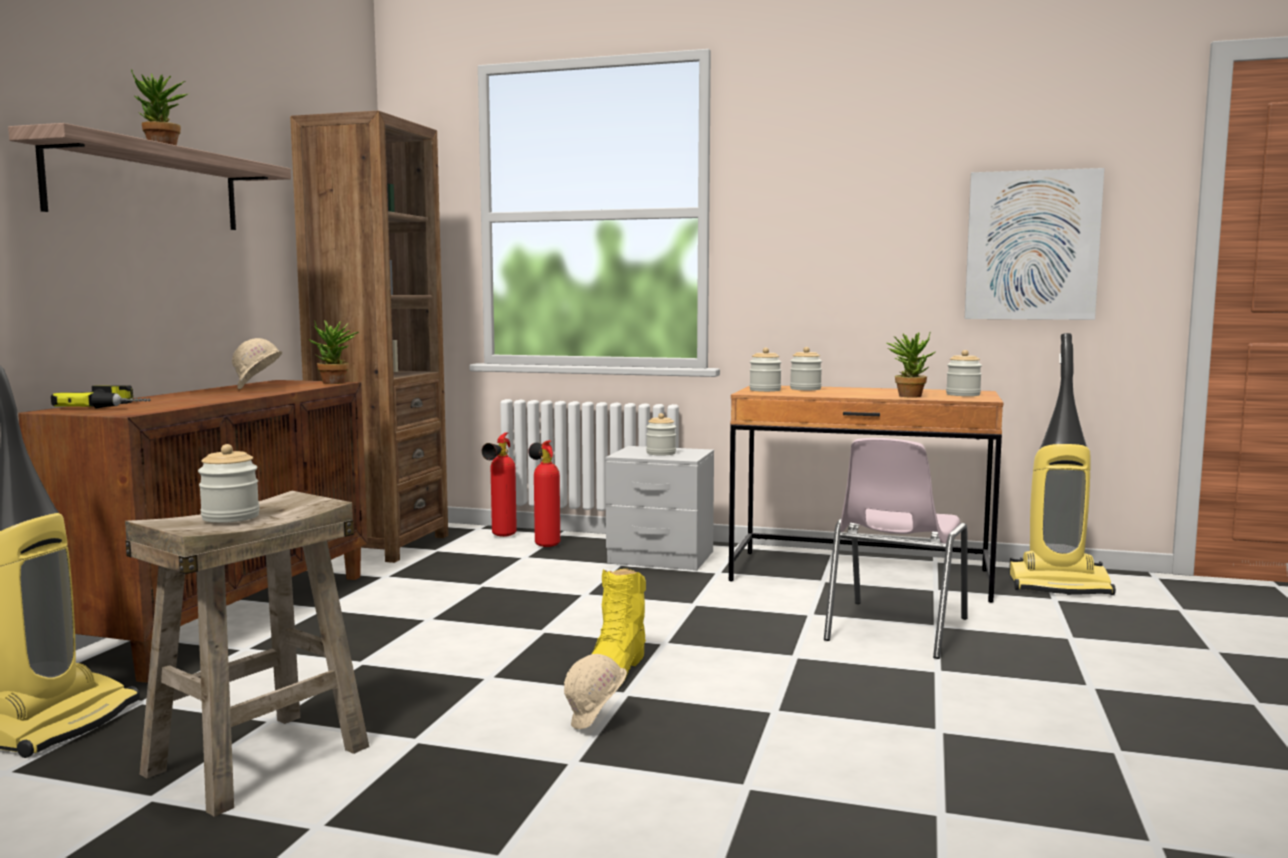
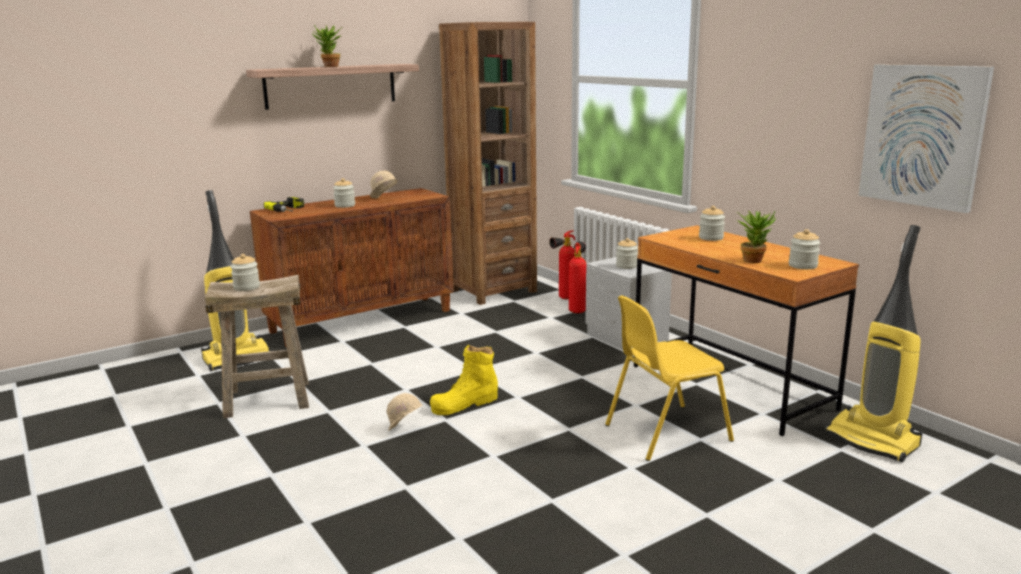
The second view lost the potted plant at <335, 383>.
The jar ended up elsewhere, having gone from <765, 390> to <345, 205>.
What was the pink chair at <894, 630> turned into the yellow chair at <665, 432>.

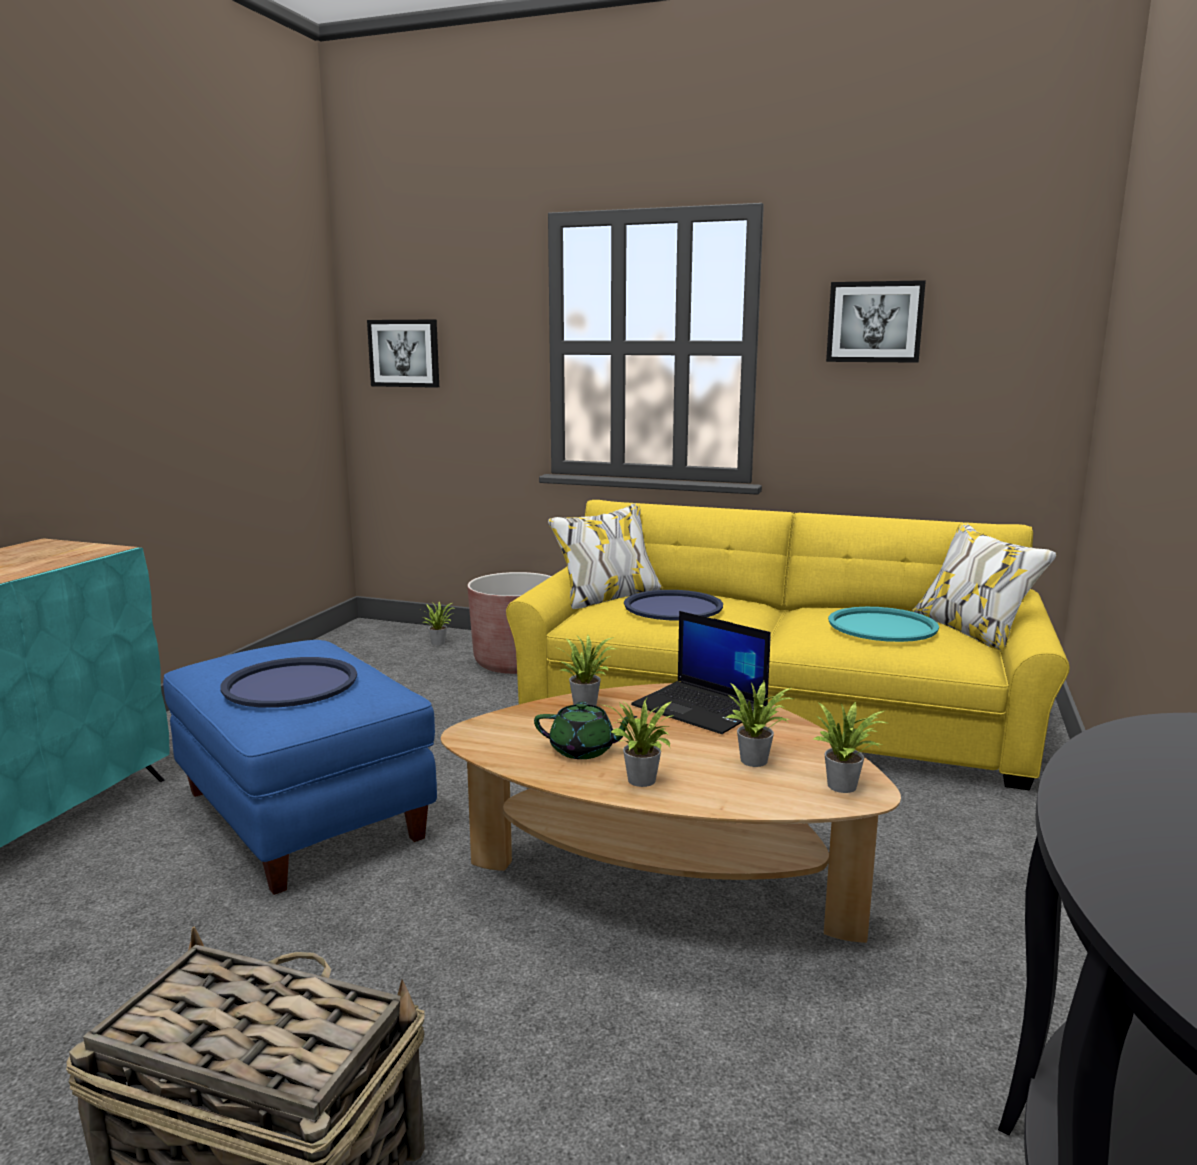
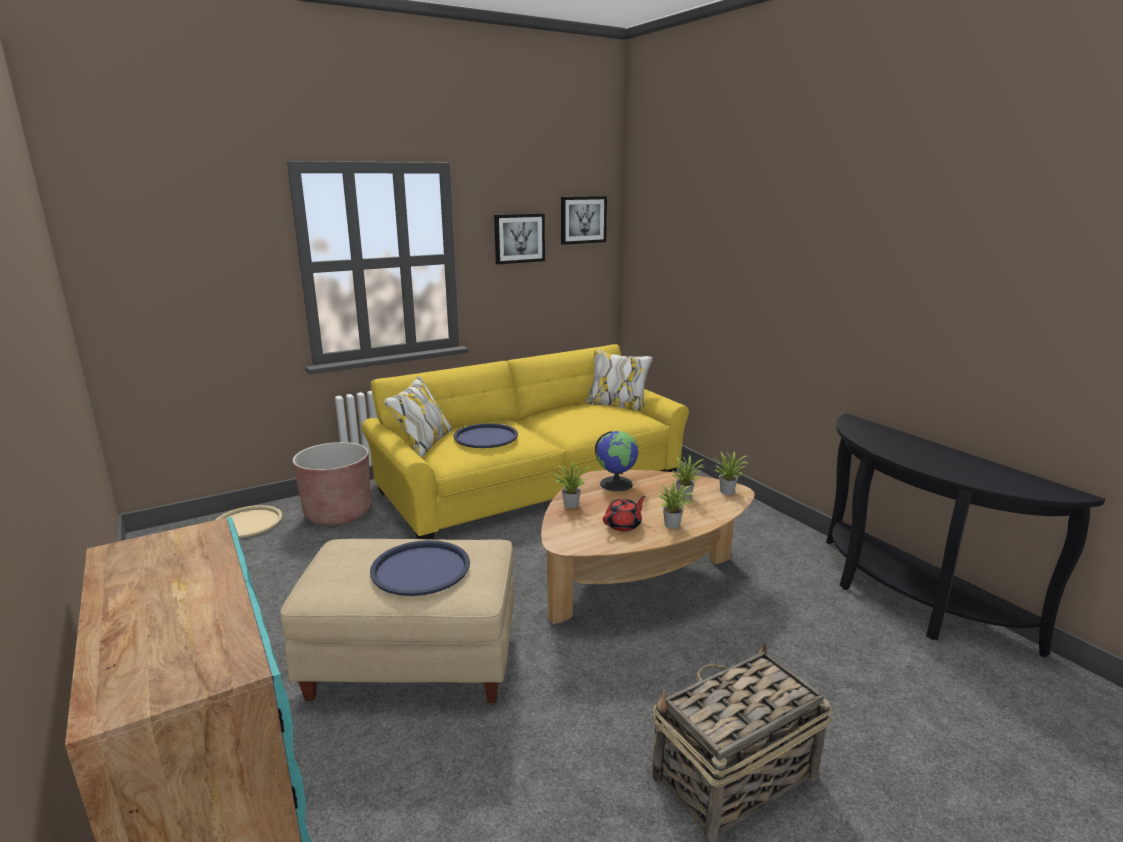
What was the blue ottoman at <300, 815> turned into the beige ottoman at <413, 663>.
The picture ended up elsewhere, having gone from <404, 353> to <582, 220>.
Where the potted plant stood at <439, 642>, the beige tray came to stand at <247, 523>.
What was the green teapot at <583, 750> turned into the red teapot at <623, 525>.
Where the laptop stood at <702, 708>, the globe came to stand at <616, 484>.
The second view lost the turquoise tray at <882, 626>.

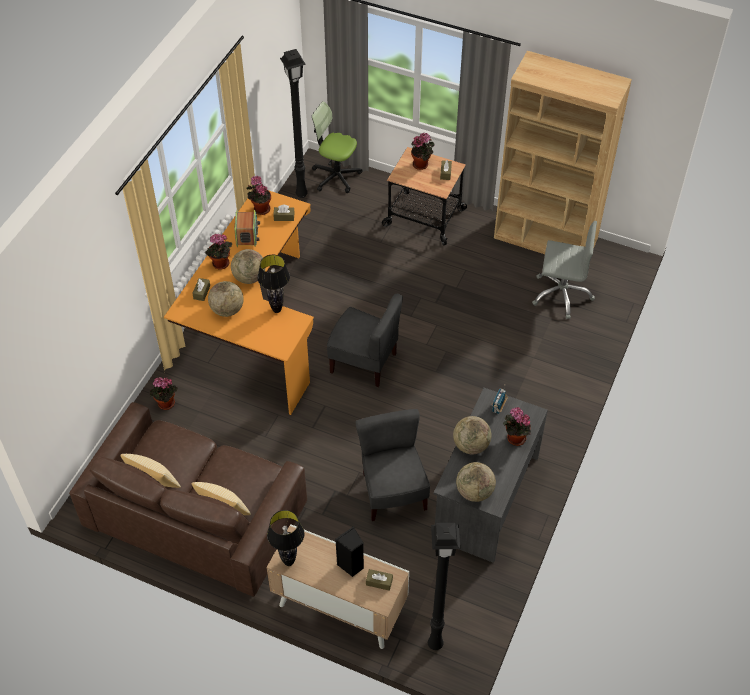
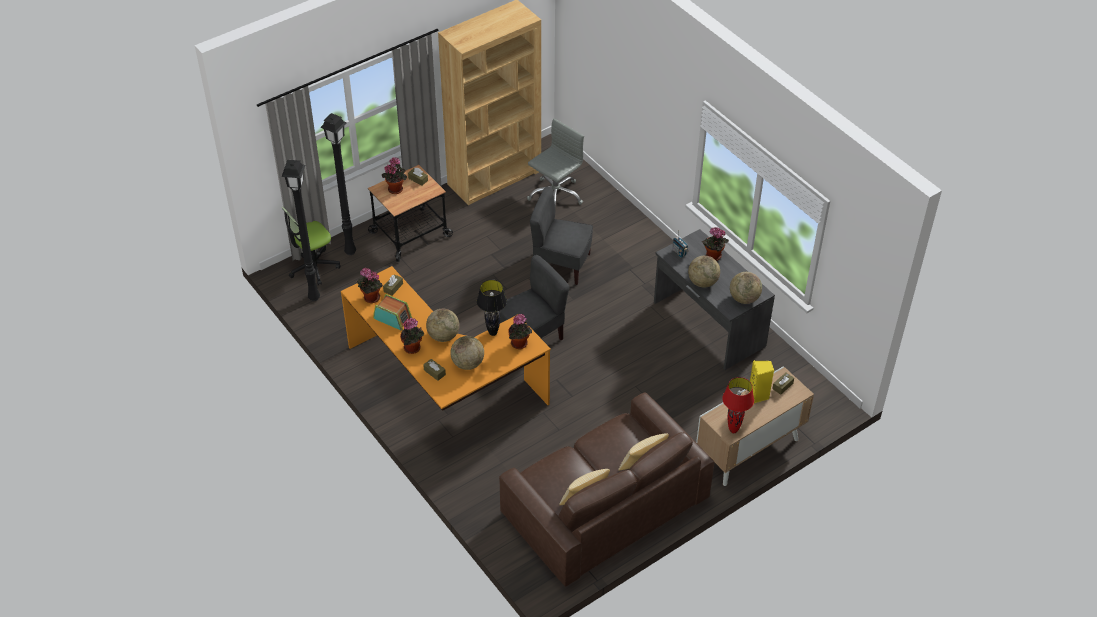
The potted plant ended up elsewhere, having gone from <165, 404> to <520, 344>.
What was the black table lamp at <289, 562> turned into the red table lamp at <733, 430>.
What was the black speaker at <351, 565> turned into the yellow speaker at <758, 395>.
The grey chair ended up elsewhere, having gone from <392, 492> to <561, 264>.
The black floor lamp ended up elsewhere, having gone from <434, 645> to <350, 252>.

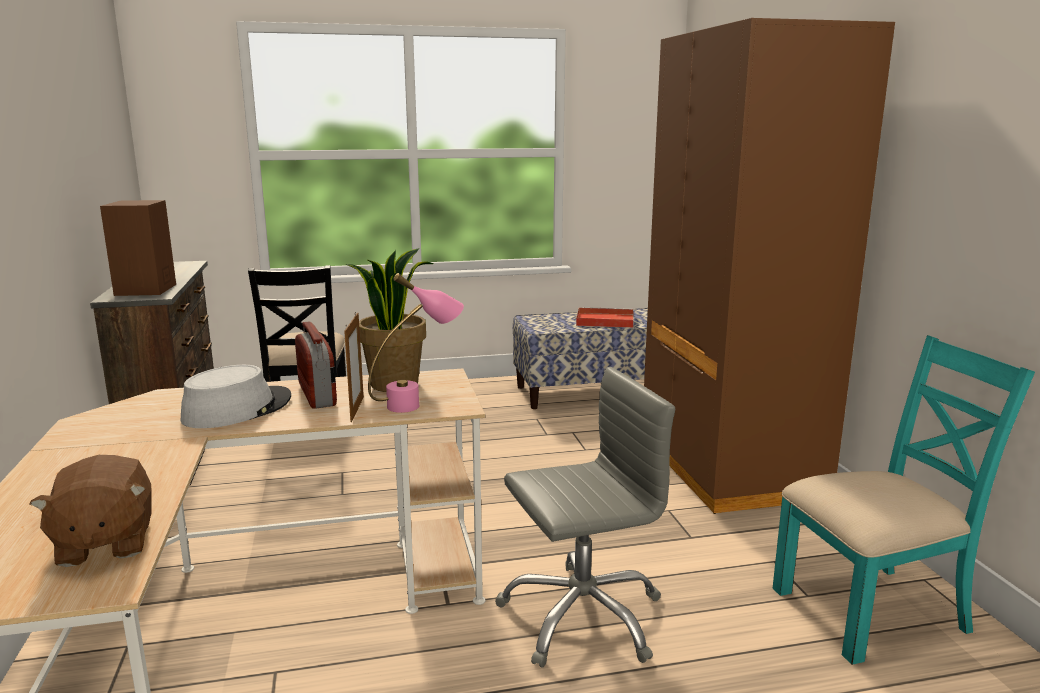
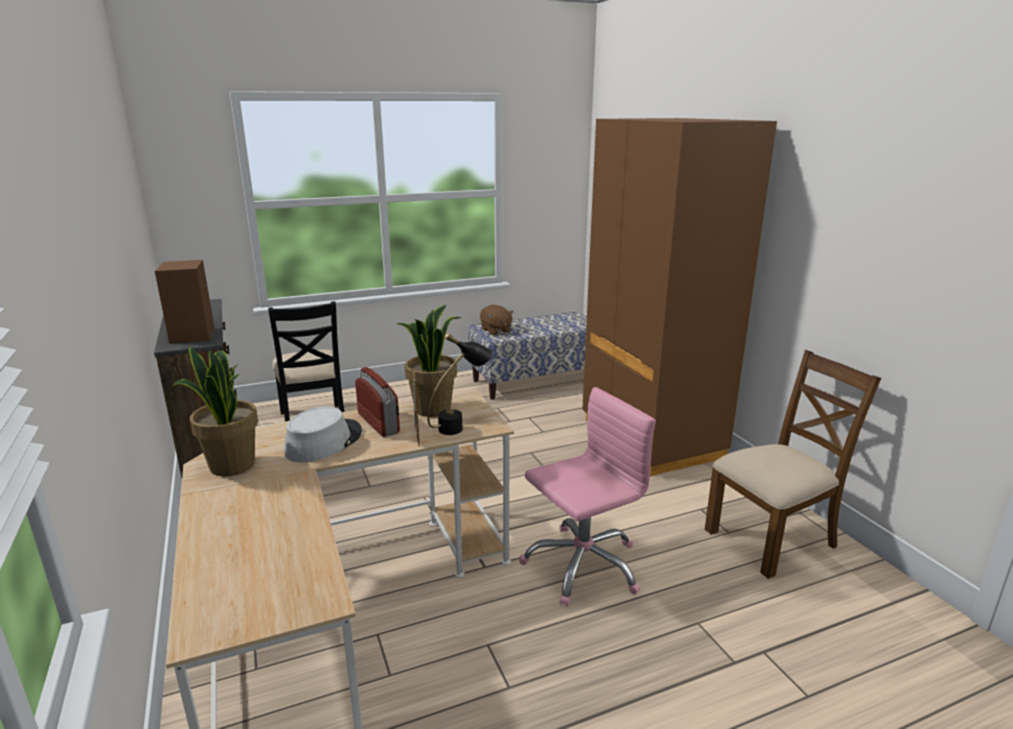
The brown plush toy ended up elsewhere, having gone from <104, 544> to <495, 330>.
What was the pink table lamp at <418, 403> turned into the black table lamp at <460, 426>.
What was the grey office chair at <581, 616> turned into the pink office chair at <582, 565>.
The second view lost the red tray at <603, 321>.
What was the turquoise chair at <872, 610> turned into the brown chair at <772, 538>.
The second view gained the potted plant at <231, 465>.

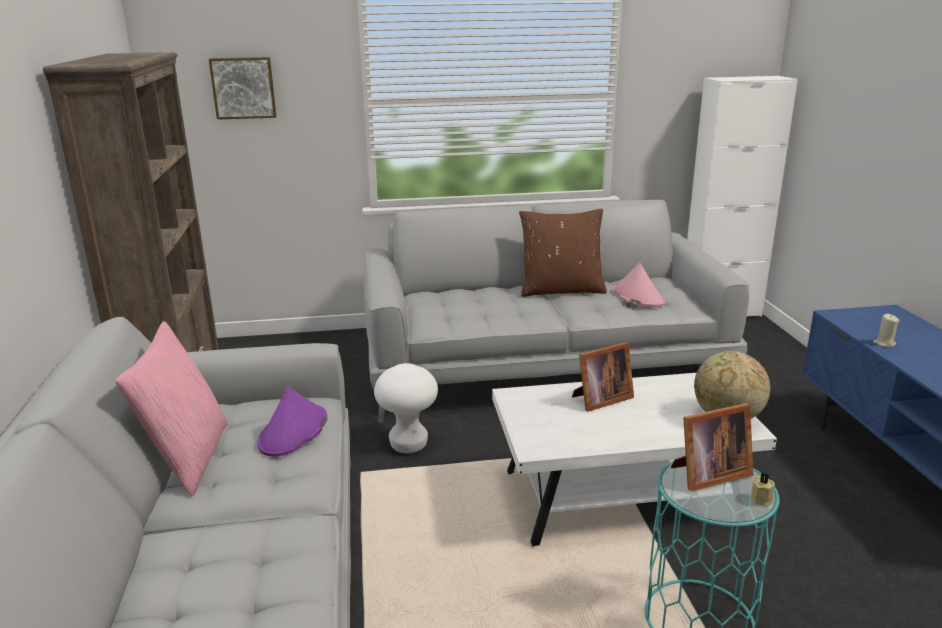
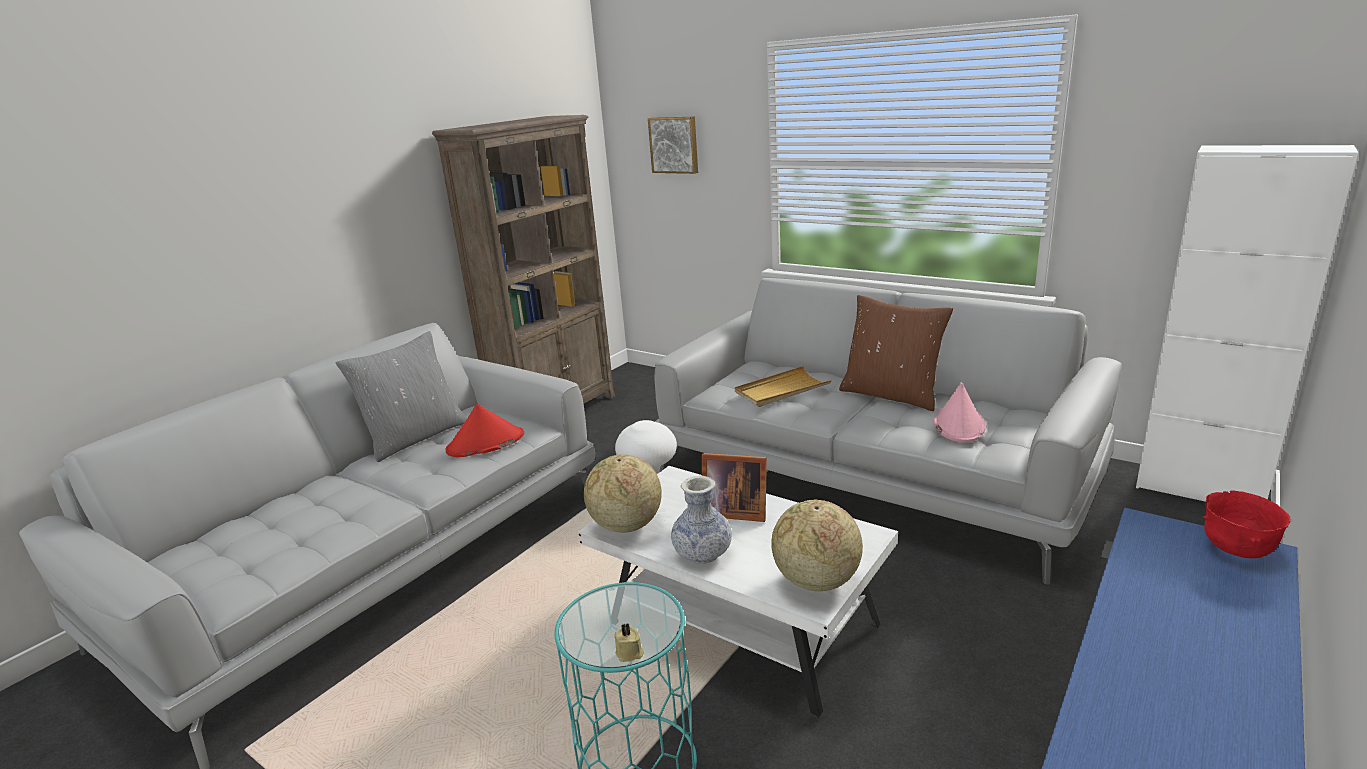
What was the pink pillow at <188, 458> turned into the grey pillow at <415, 437>.
What was the purple hat at <293, 432> turned into the red hat at <485, 443>.
The second view lost the picture frame at <708, 475>.
The second view lost the beige candle at <884, 343>.
The second view gained the globe at <626, 526>.
The second view gained the vase at <702, 554>.
The second view gained the beige tray at <781, 390>.
The second view gained the red bowl at <1236, 549>.

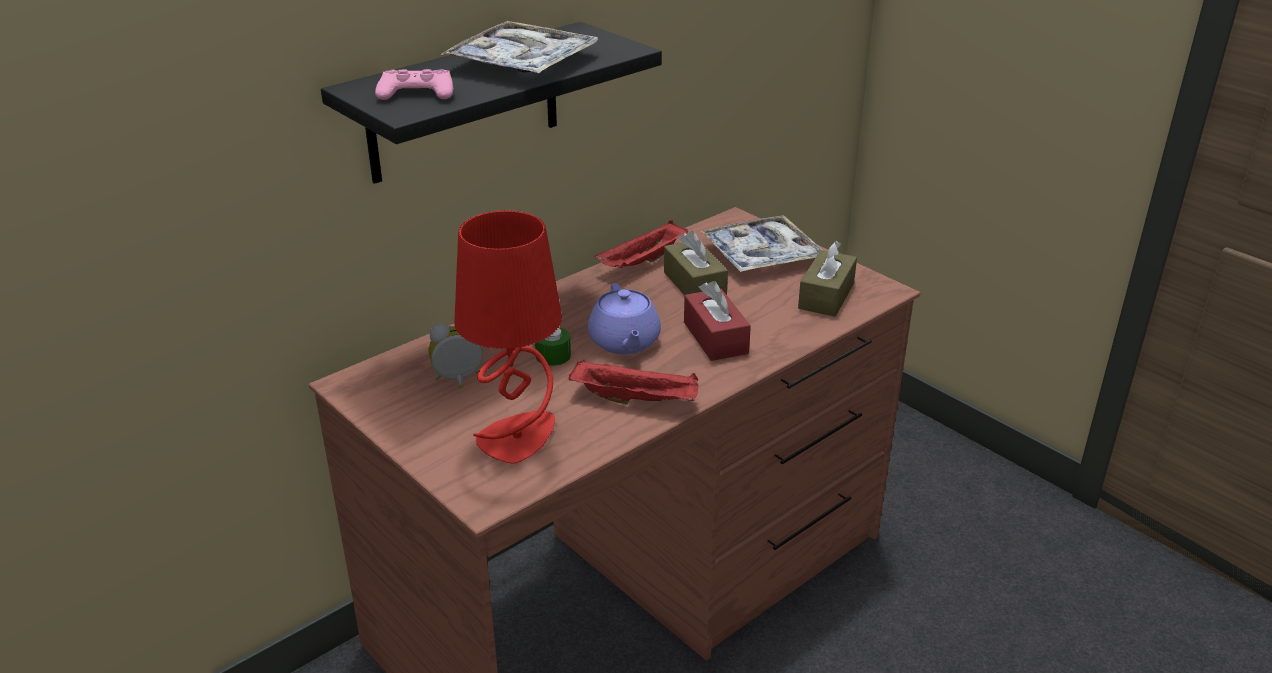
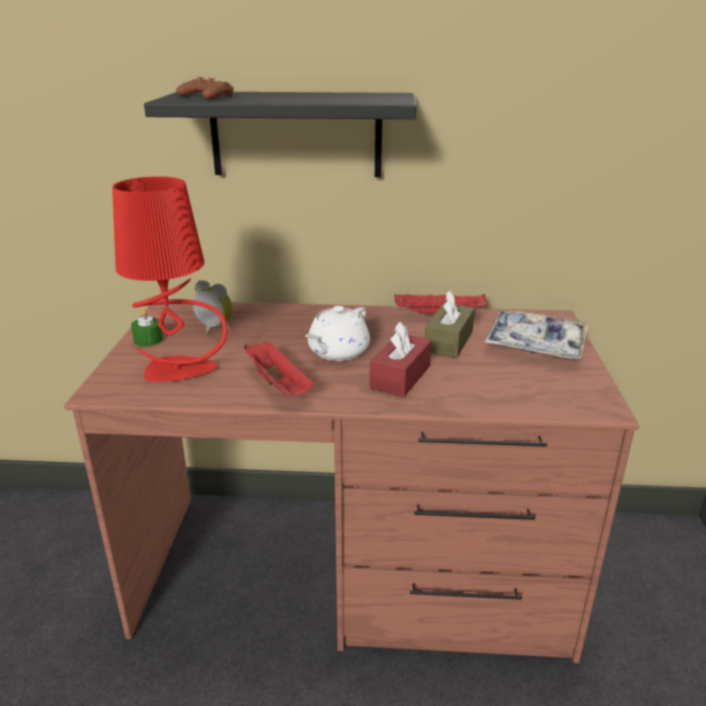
What was the pink game controller at <417, 93> turned into the brown game controller at <206, 97>.
The second view lost the tray at <522, 63>.
The green candle ended up elsewhere, having gone from <553, 355> to <148, 340>.
What was the purple teapot at <624, 342> turned into the white teapot at <337, 352>.
The second view lost the brown tissue box at <826, 296>.

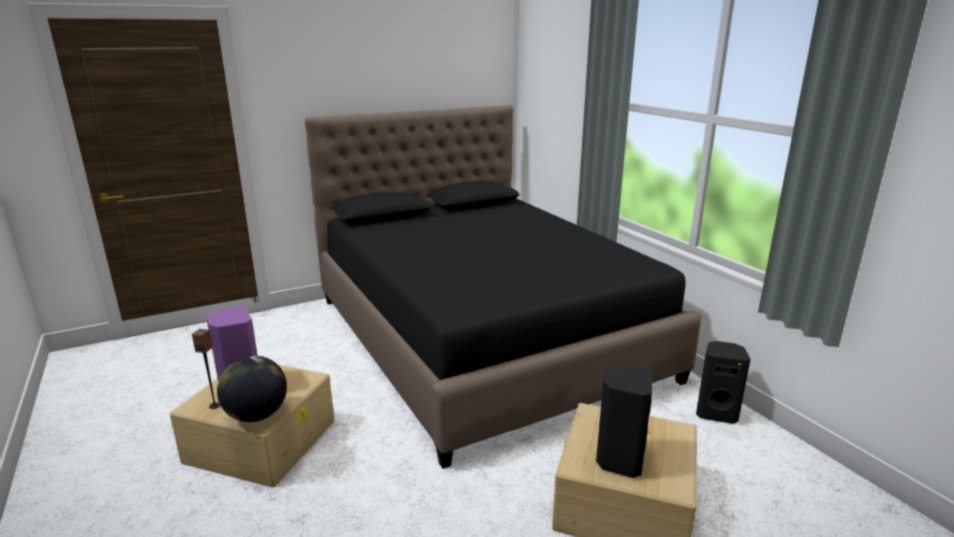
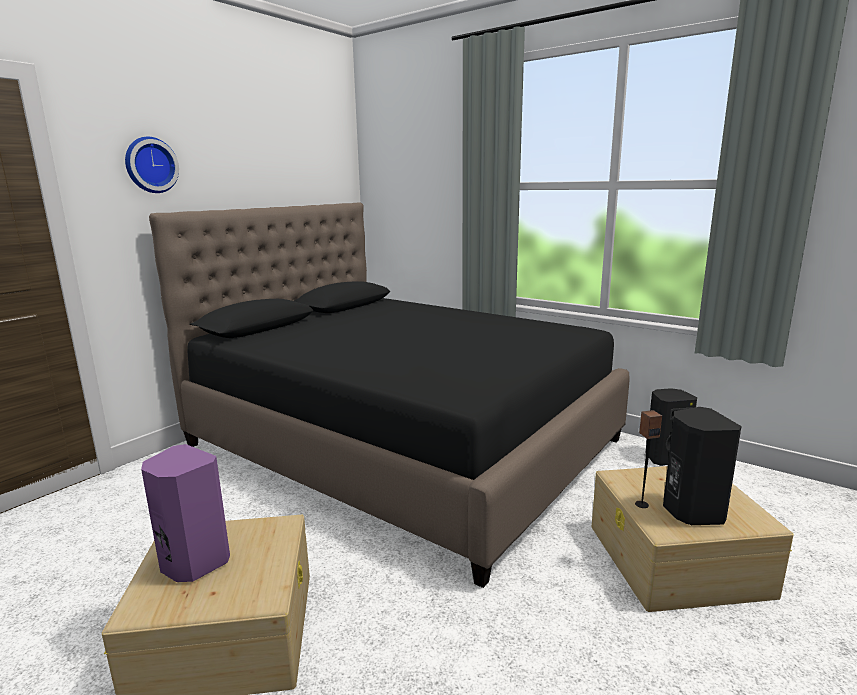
The speaker ended up elsewhere, having gone from <215, 405> to <641, 504>.
The second view lost the globe at <257, 415>.
The second view gained the wall clock at <150, 165>.

